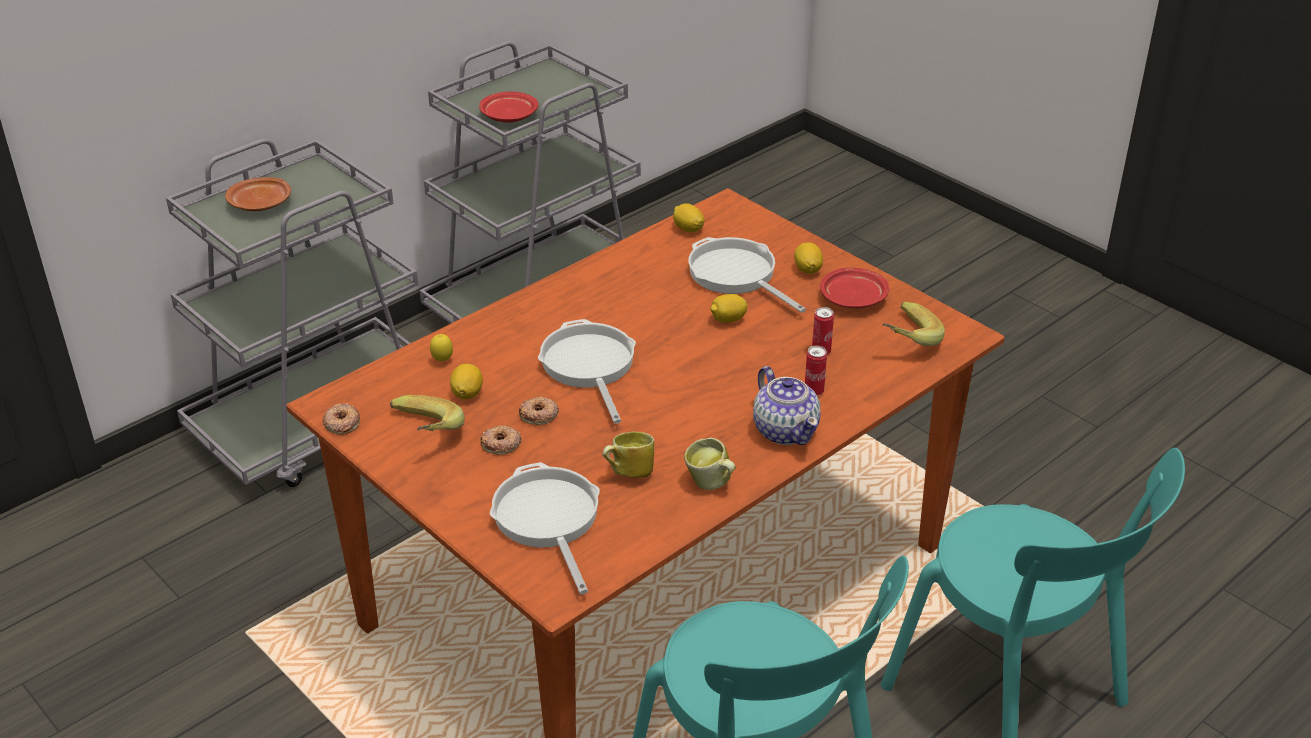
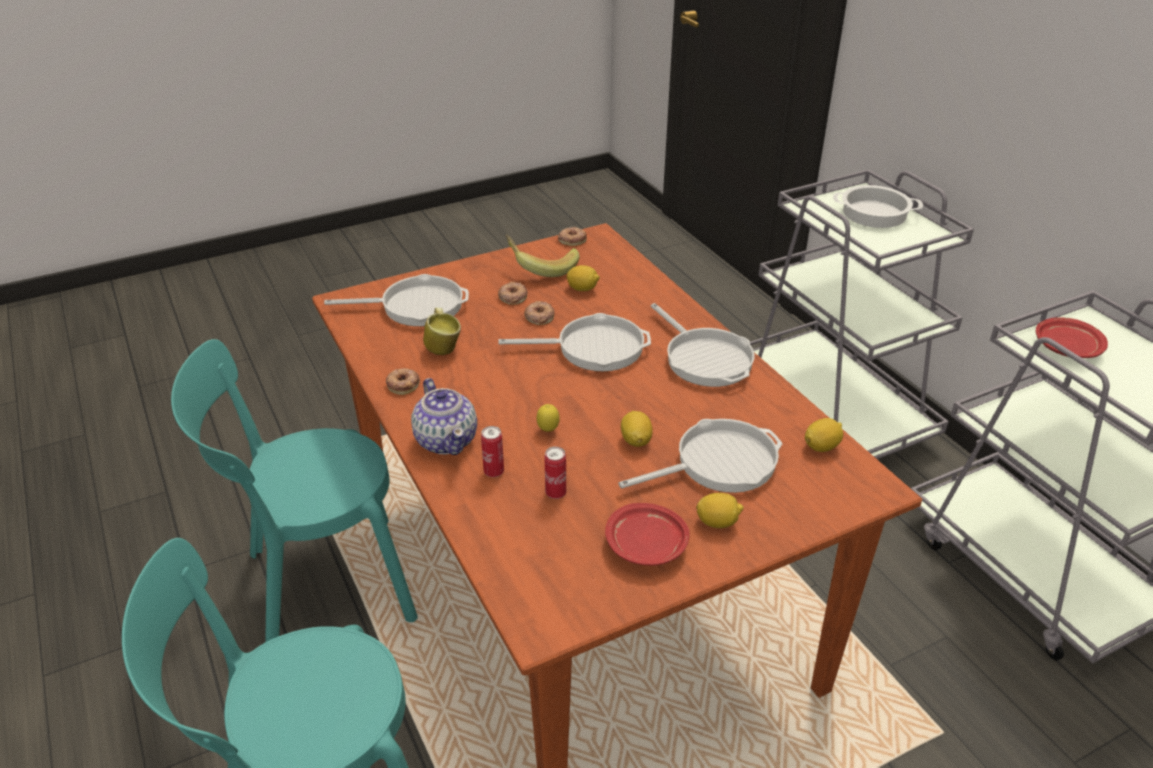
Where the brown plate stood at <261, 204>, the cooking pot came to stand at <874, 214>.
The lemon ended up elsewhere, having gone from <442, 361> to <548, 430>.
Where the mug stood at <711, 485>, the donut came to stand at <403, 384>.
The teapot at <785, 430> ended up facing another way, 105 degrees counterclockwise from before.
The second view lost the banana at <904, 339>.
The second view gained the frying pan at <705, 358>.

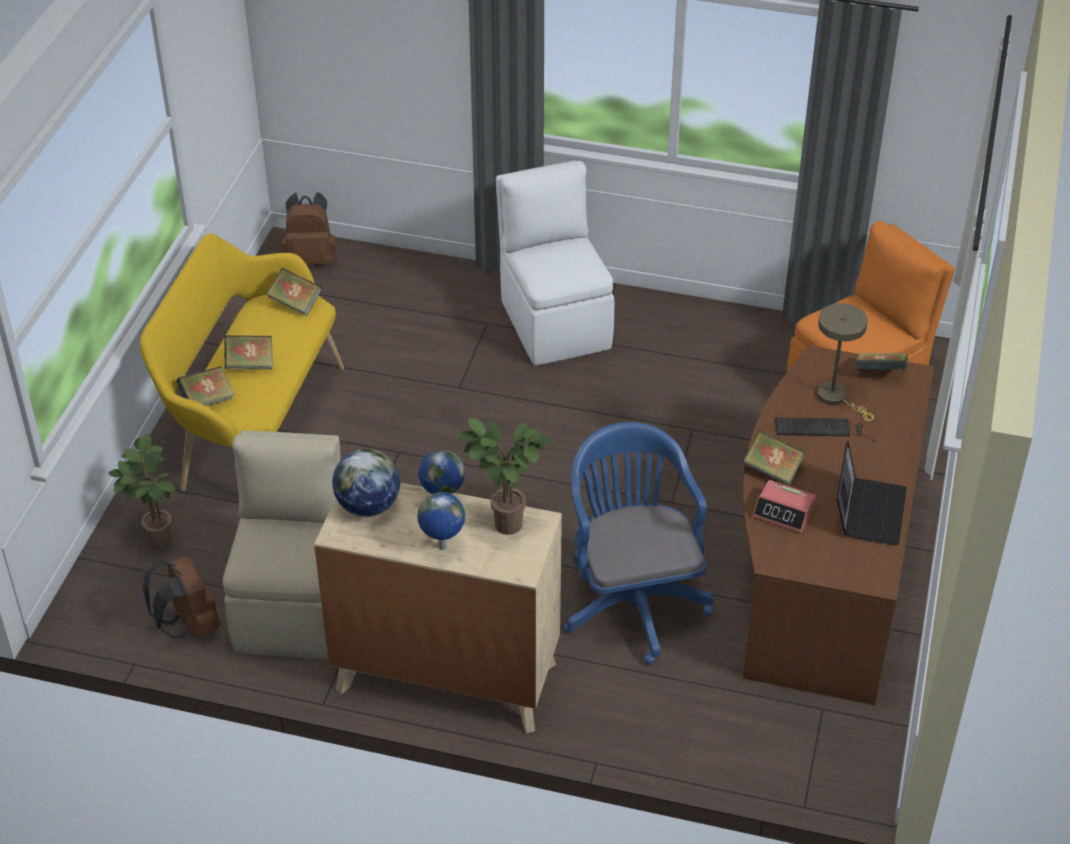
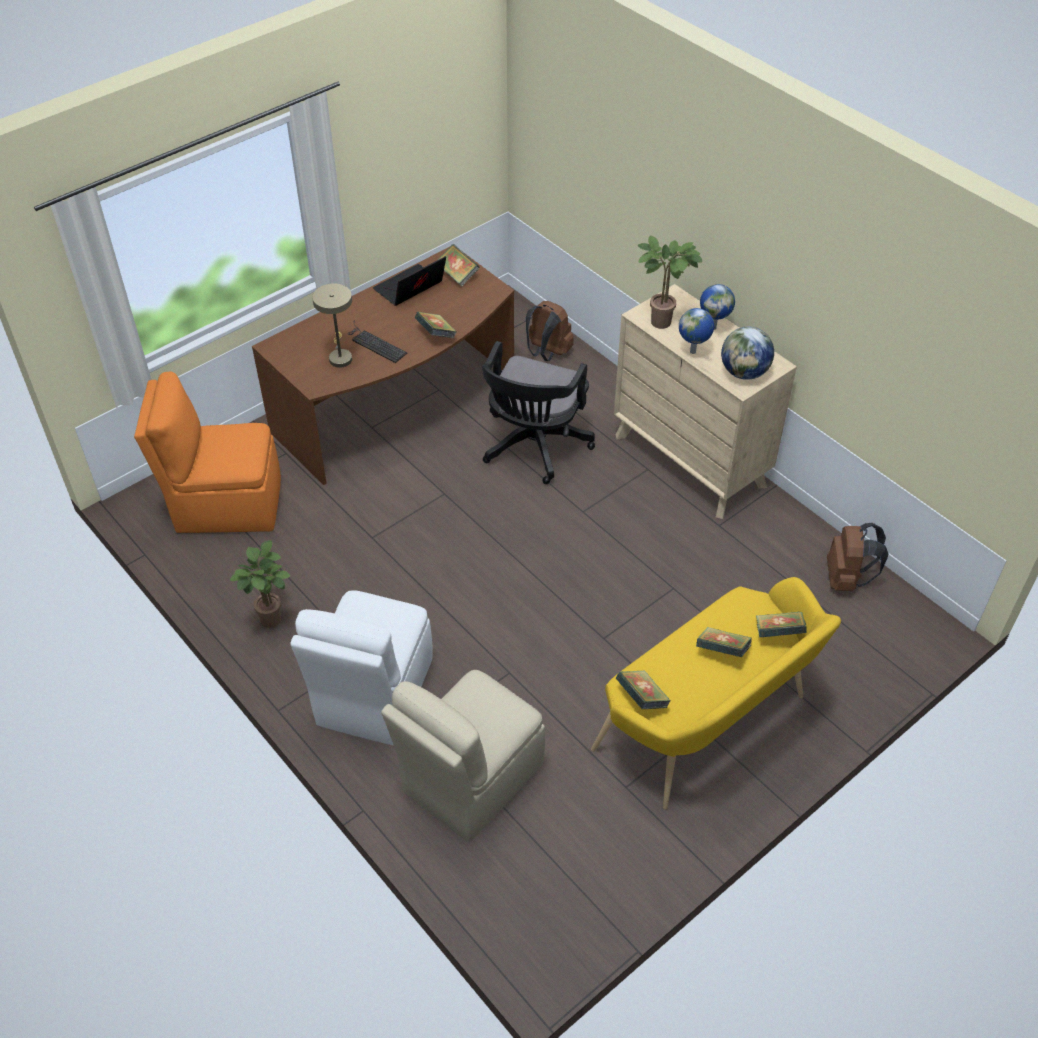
The potted plant ended up elsewhere, having gone from <156, 539> to <272, 622>.
The beige chair ended up elsewhere, having gone from <294, 605> to <470, 780>.
The brown backpack ended up elsewhere, having gone from <311, 259> to <547, 352>.
What was the blue office chair at <632, 598> turned into the black office chair at <533, 447>.
The second view lost the alarm clock at <784, 512>.
The book ended up elsewhere, having gone from <879, 373> to <457, 275>.

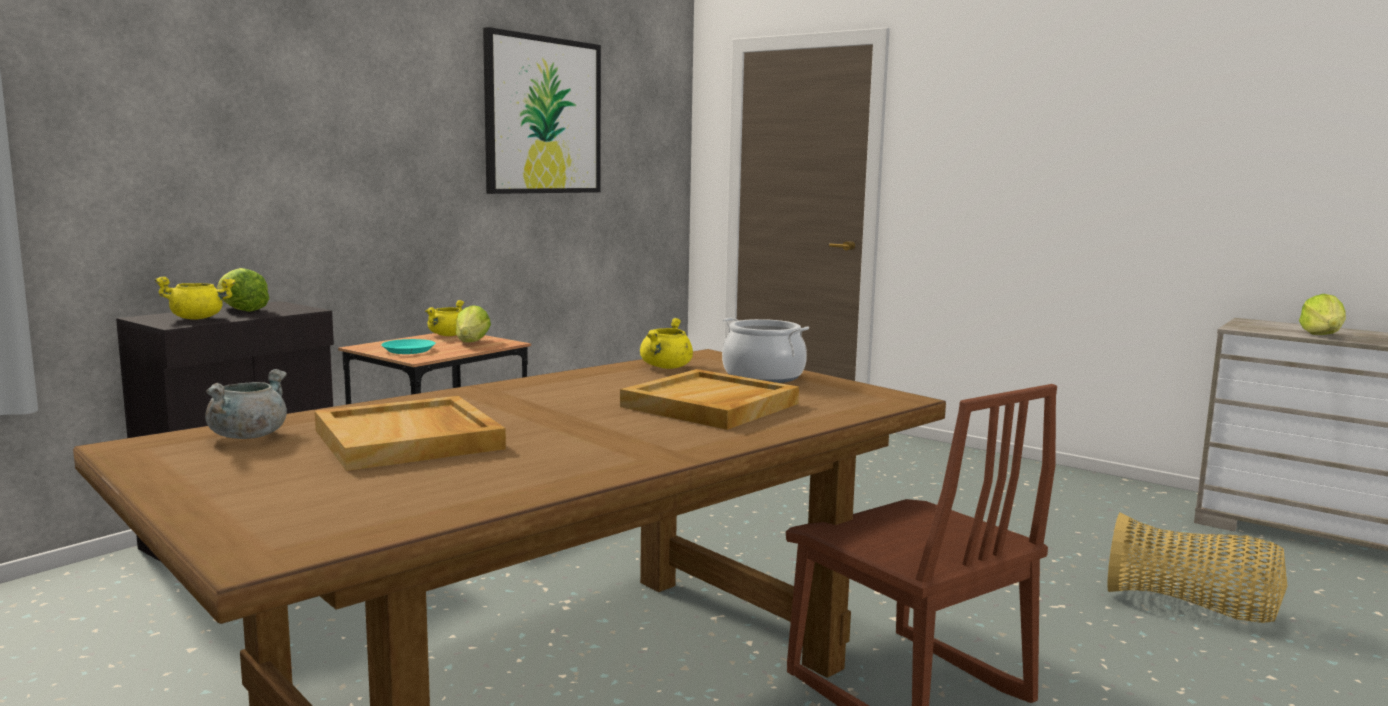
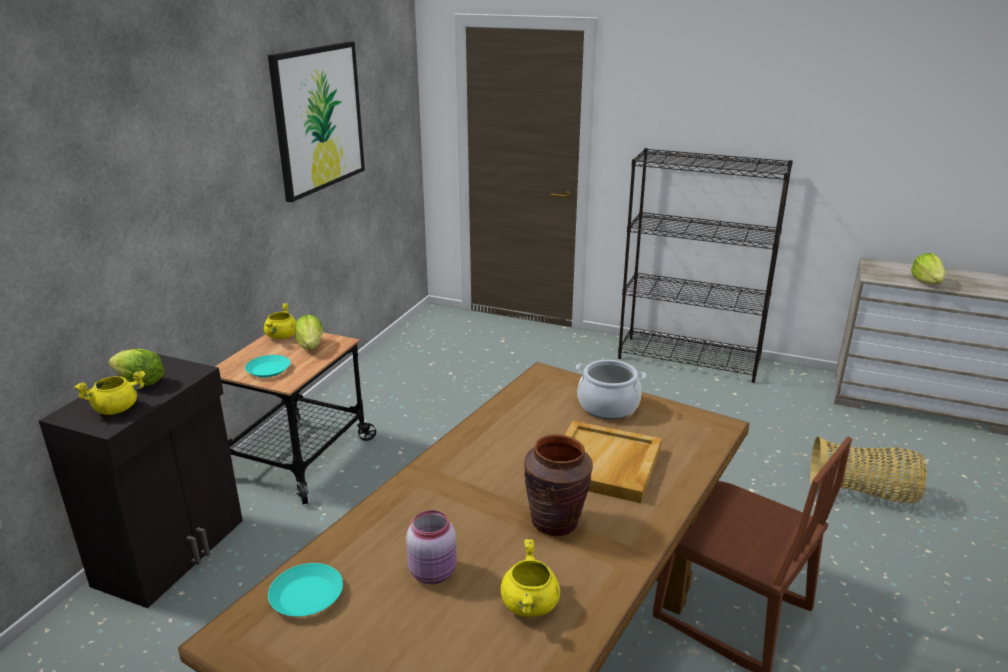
Where the grey cooking pot stood at <248, 436>, the turquoise plate came to stand at <306, 595>.
Where the beige tray stood at <410, 439>, the pink jar came to stand at <434, 572>.
The yellow cooking pot ended up elsewhere, having gone from <666, 367> to <530, 605>.
The second view gained the brown vase at <555, 522>.
The second view gained the black bookcase at <689, 359>.

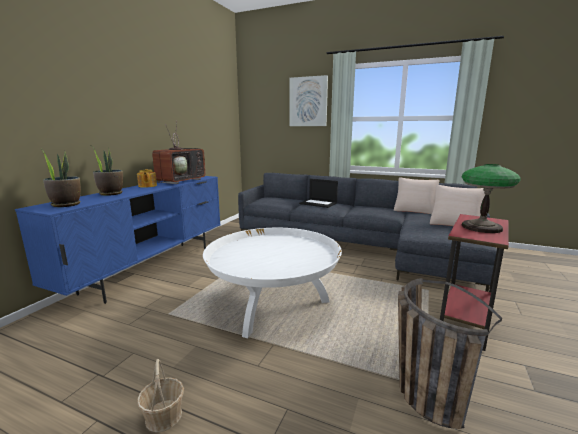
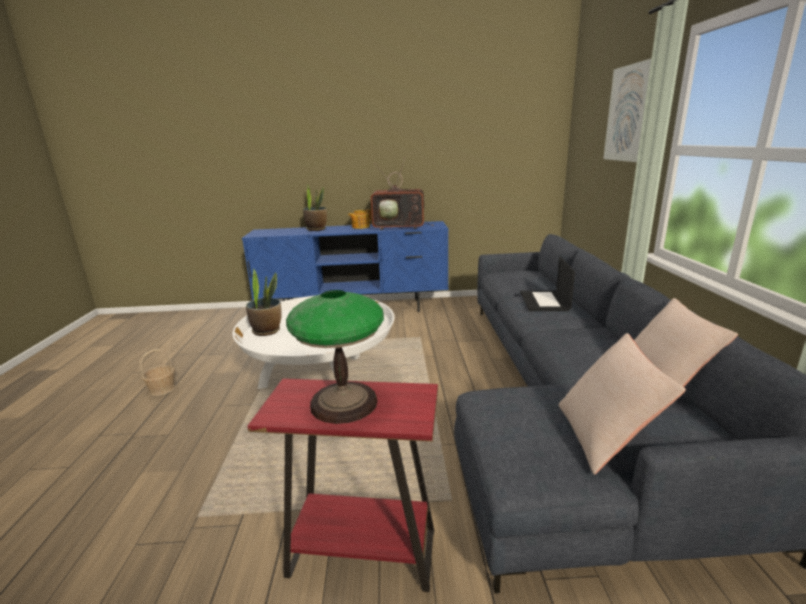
The potted plant ended up elsewhere, having gone from <66, 205> to <267, 331>.
The second view lost the basket at <420, 387>.

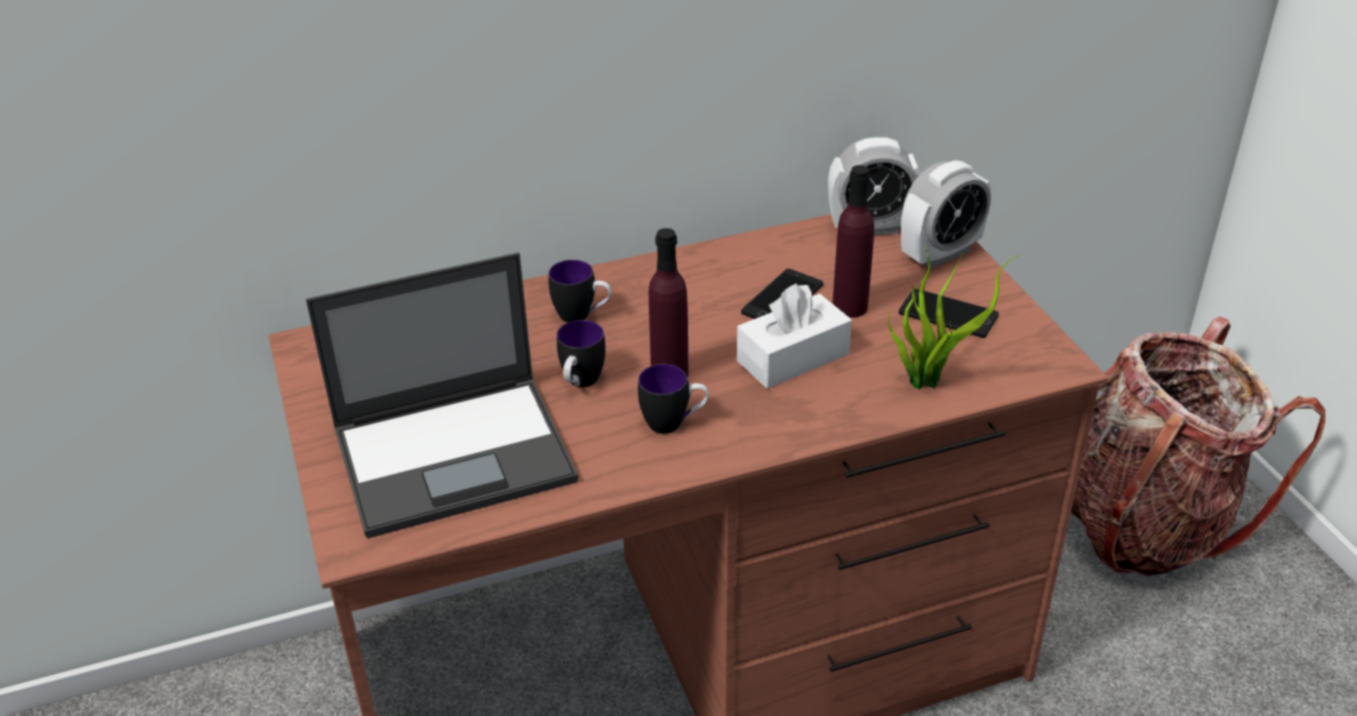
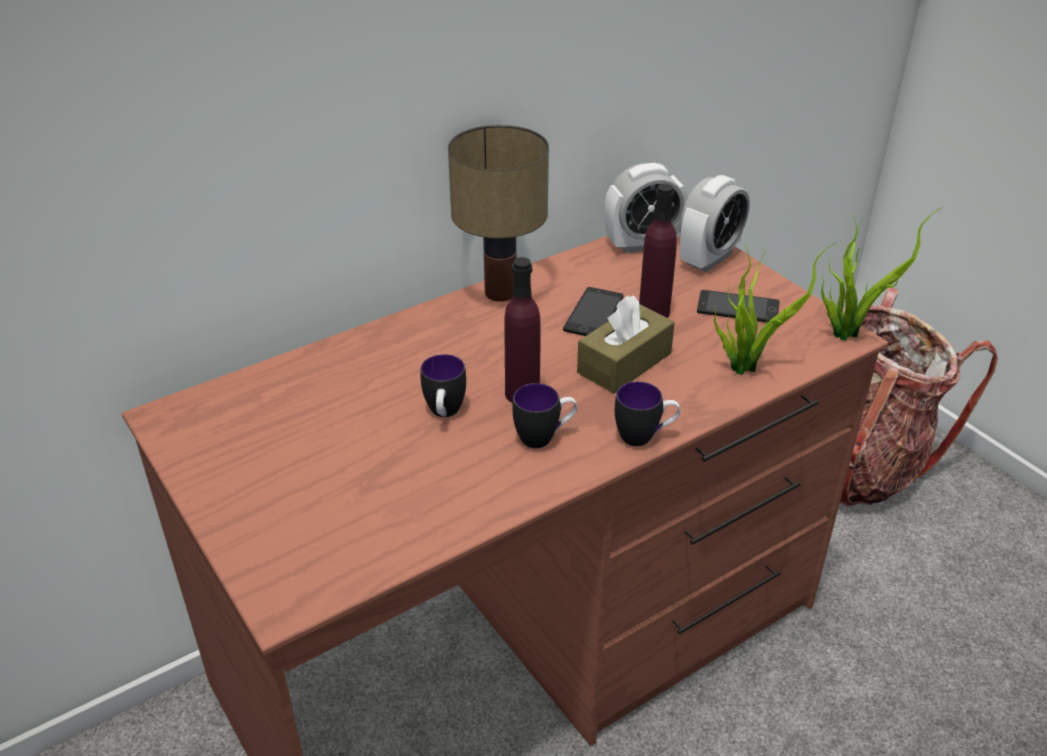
The second view lost the laptop at <457, 454>.
The mug ended up elsewhere, having gone from <582, 316> to <644, 437>.
What was the white tissue box at <793, 357> turned into the brown tissue box at <624, 363>.
The second view gained the table lamp at <502, 292>.
The second view gained the potted plant at <847, 331>.

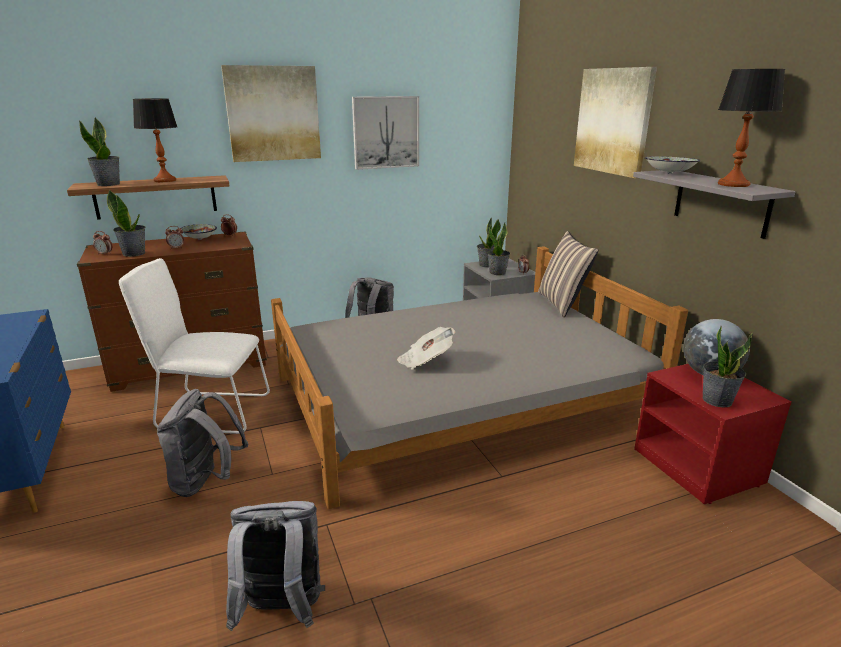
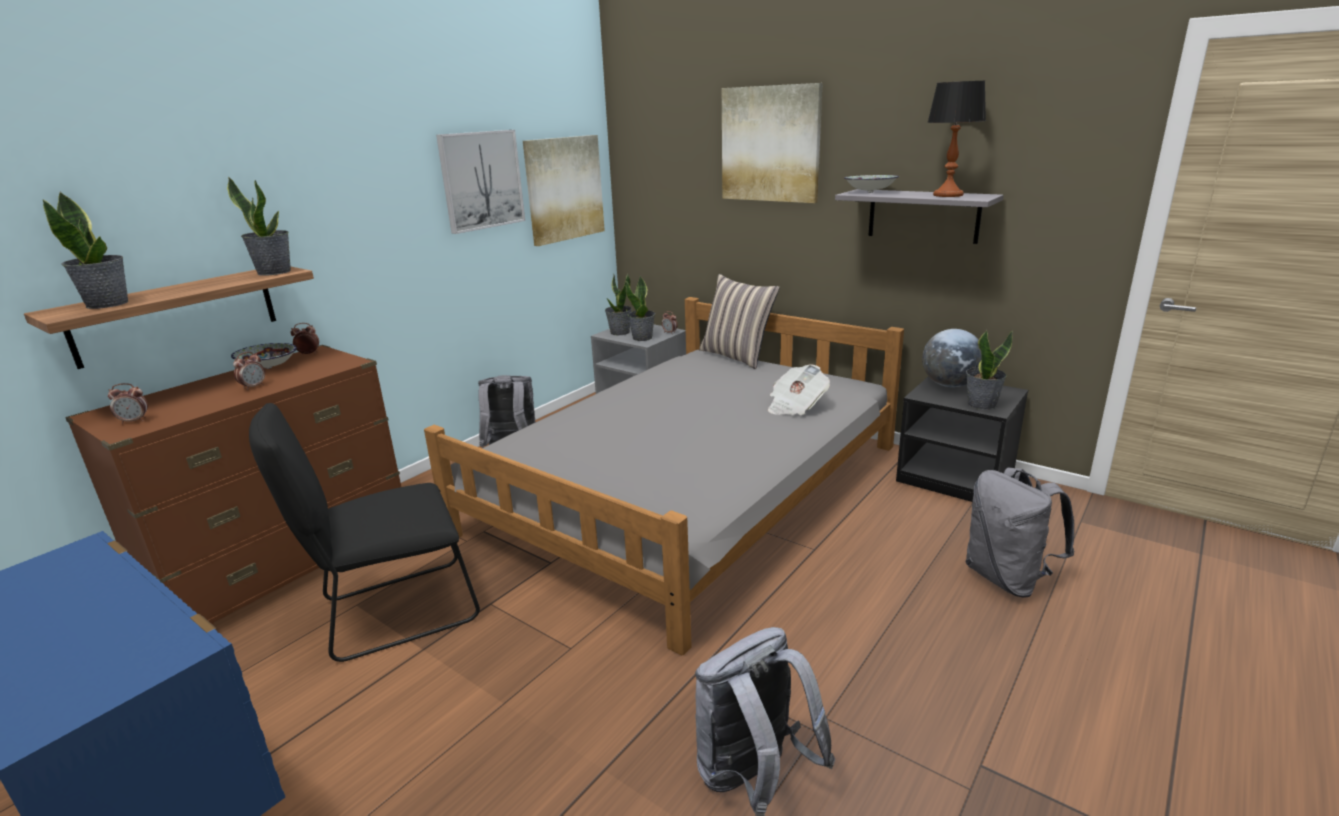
The potted plant ended up elsewhere, having gone from <134, 253> to <274, 272>.
What was the white chair at <209, 412> turned into the black chair at <392, 612>.
The second view lost the table lamp at <165, 180>.
The grey backpack ended up elsewhere, having gone from <206, 482> to <1007, 578>.
The picture ended up elsewhere, having gone from <273, 114> to <564, 189>.
The newspaper ended up elsewhere, having gone from <425, 361> to <795, 406>.
What was the red nightstand at <699, 466> turned into the black nightstand at <956, 478>.

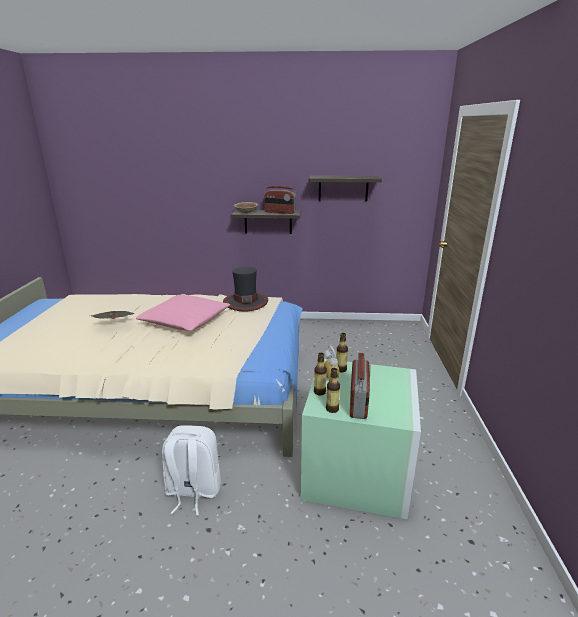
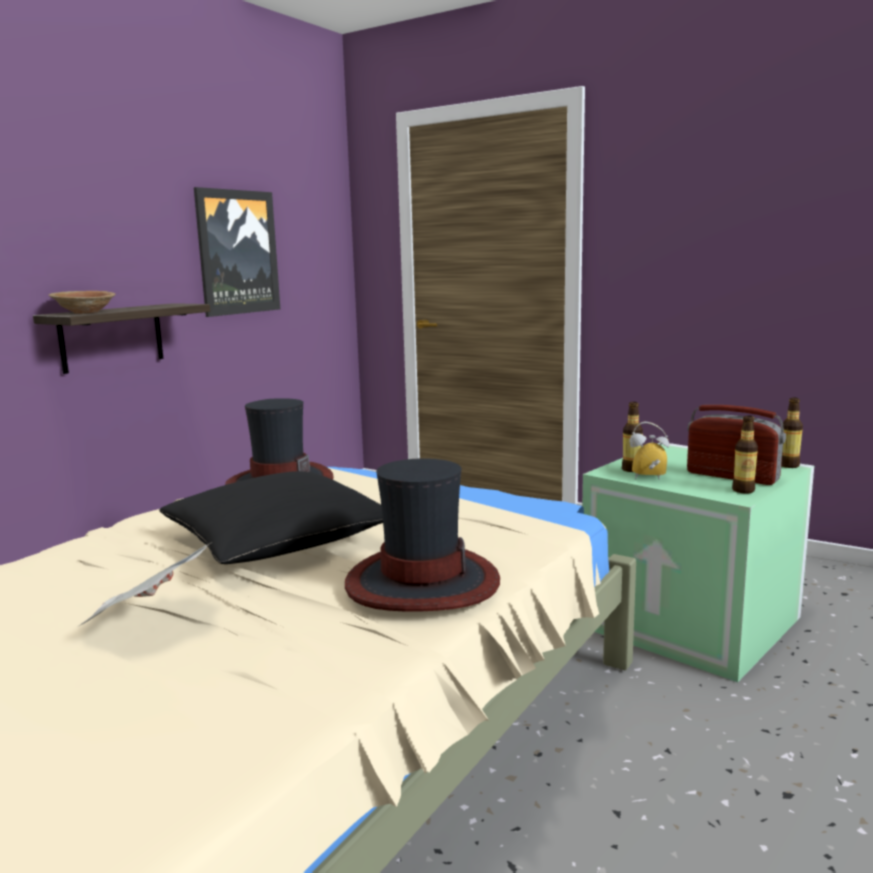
What was the pink pillow at <185, 322> turned into the black pillow at <277, 541>.
The second view lost the white backpack at <193, 491>.
The second view lost the radio at <280, 212>.
Where the shelf hung at <343, 188>, the picture came to hang at <237, 252>.
The bottle ended up elsewhere, having gone from <319, 392> to <788, 465>.
The second view gained the hat at <421, 582>.

